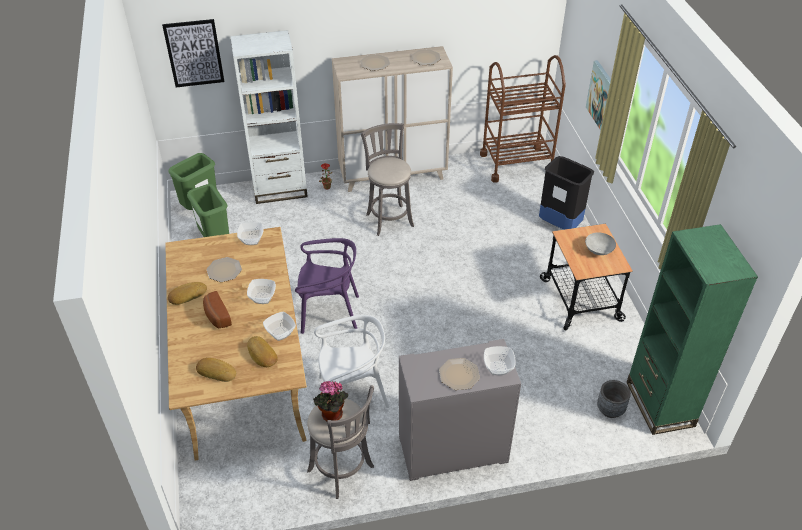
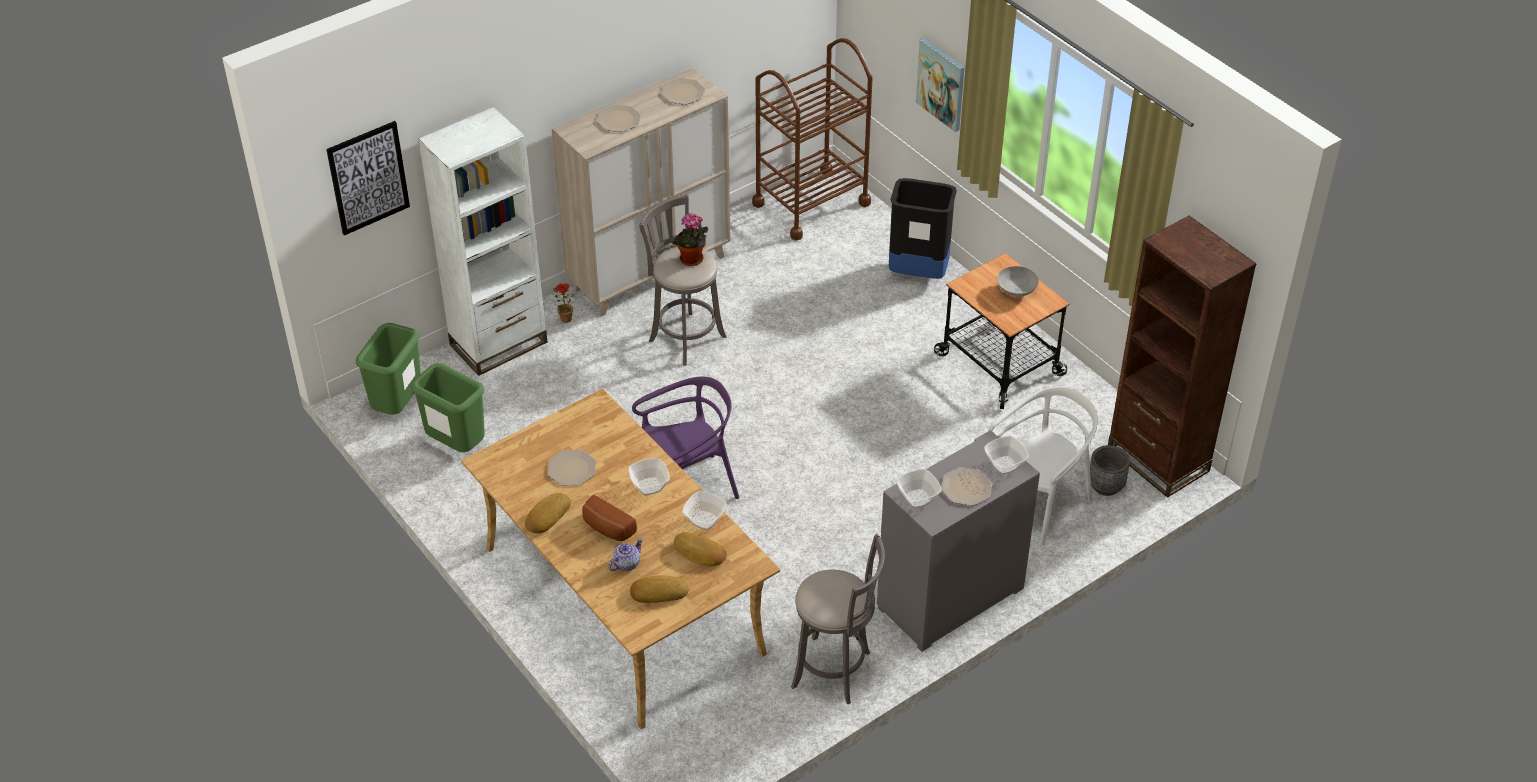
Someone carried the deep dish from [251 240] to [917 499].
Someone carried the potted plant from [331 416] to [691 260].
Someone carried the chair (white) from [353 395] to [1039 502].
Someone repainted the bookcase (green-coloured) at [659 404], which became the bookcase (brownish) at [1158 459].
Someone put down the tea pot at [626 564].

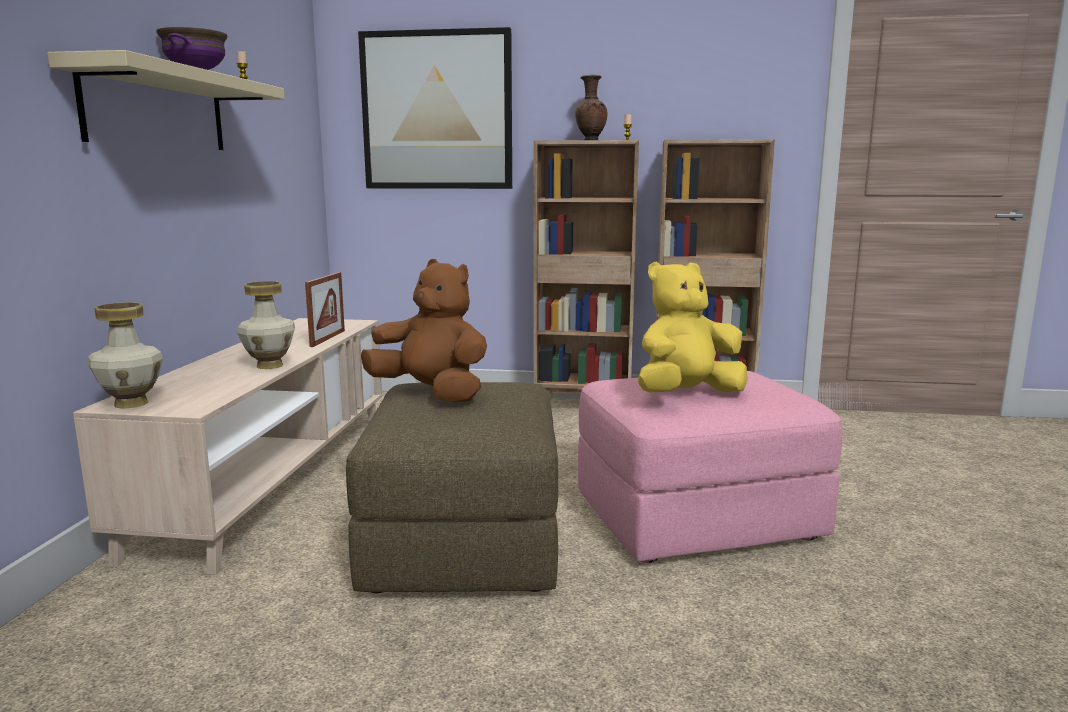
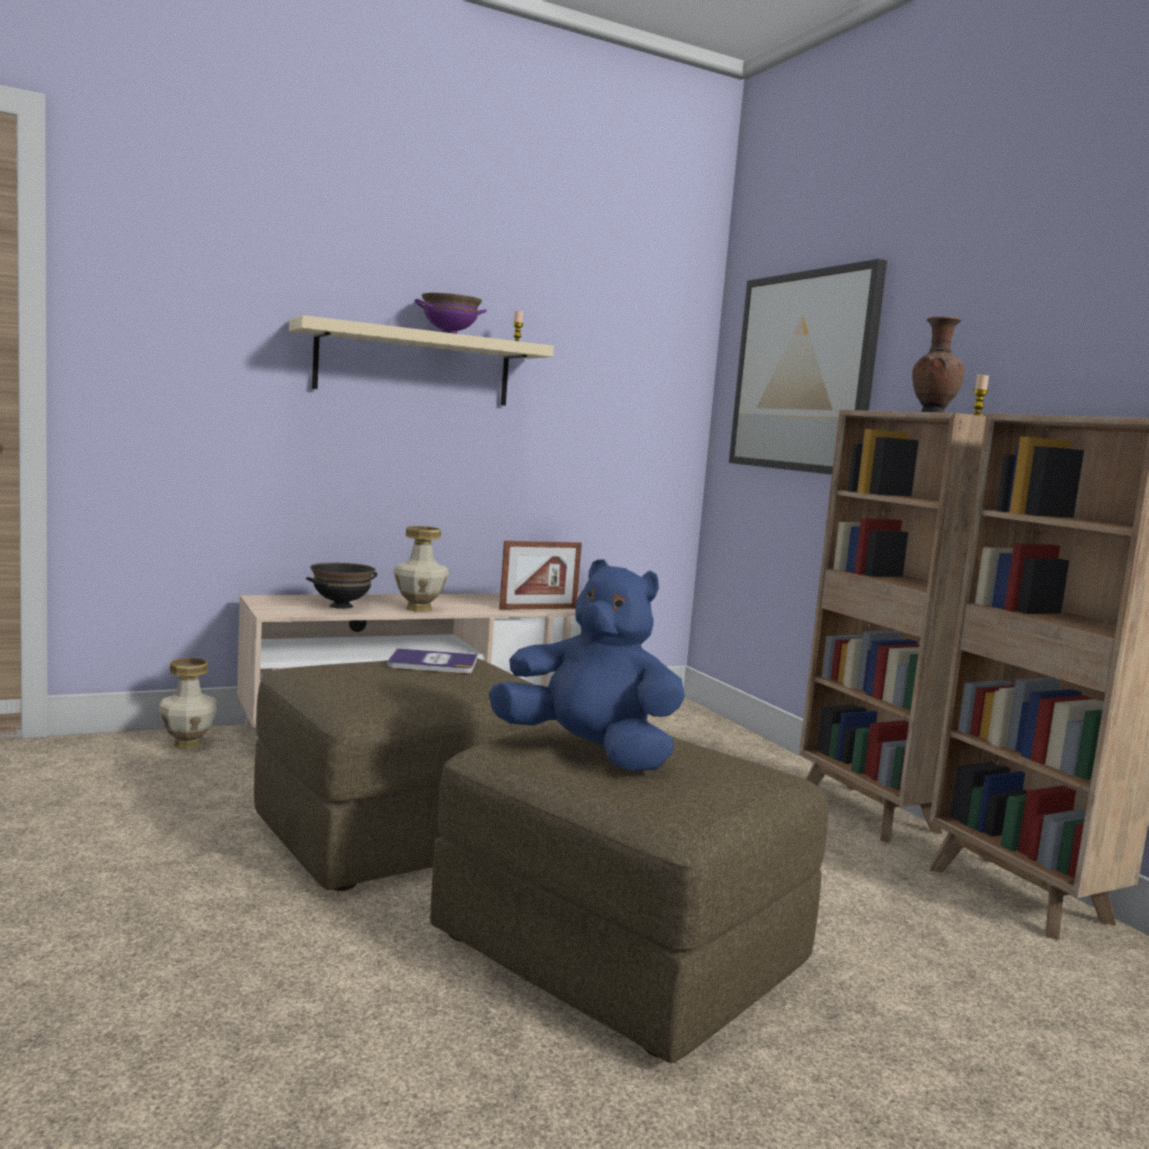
Someone carried the flower vase from [130 404] to [187 744].
Someone swapped the soft toy (brownish) at [431 394] for the bound book at [432 663].
Someone repainted the footrest (pink) at [697 517], which became the footrest (brownish) at [620 952].
Someone repainted the soft toy (yellow) at [686 395], which became the soft toy (bluish) at [589 752].
Someone put down the deep dish (blackish) at [341 606].

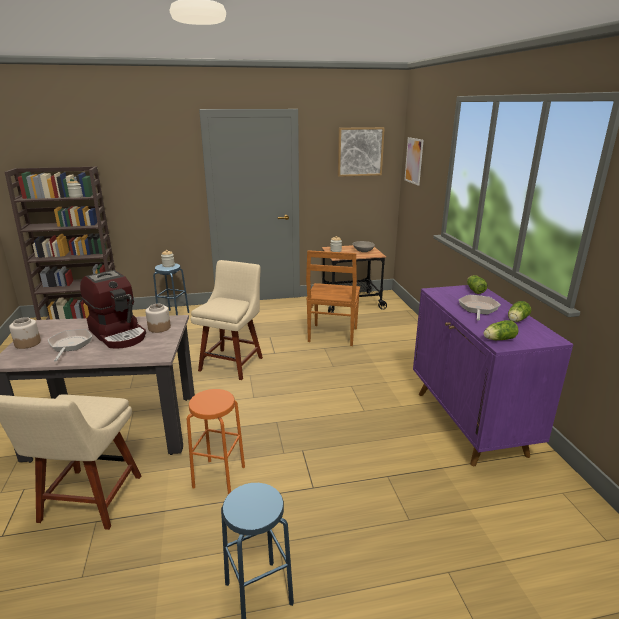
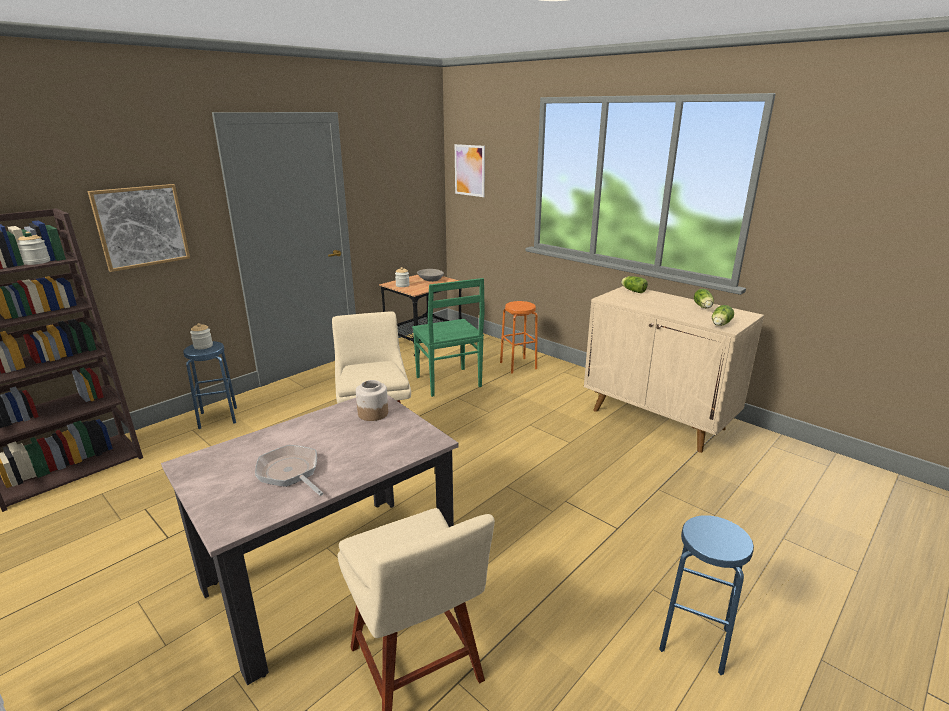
Someone took away the jar at [28 343].
Someone took away the coffee machine at [119 334].
Someone carried the sitting stool (orange-coloured) from [219 476] to [518 365].
Someone repainted the chair (brownish) at [332 336], which became the chair (green-coloured) at [449 382].
Someone carried the wall picture from [360 151] to [141 226].
Someone repainted the cabinet (purplish) at [469 423], which became the cabinet (beige) at [658 419].
Someone took away the frying pan at [478 309].

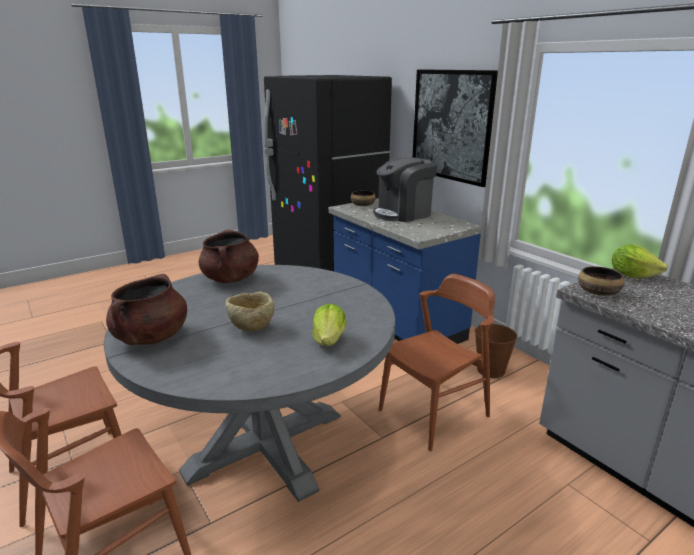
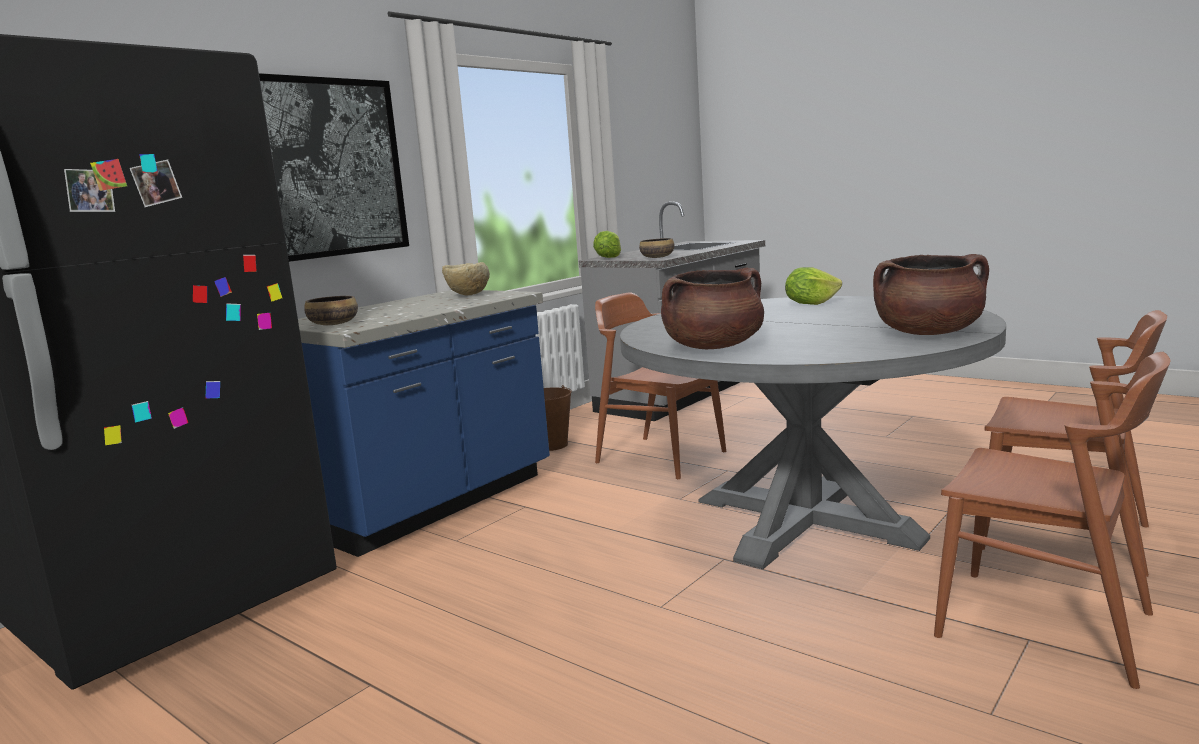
Someone carried the deep dish (beige) from [251 327] to [467 295].
Someone took away the coffee machine at [403 214].

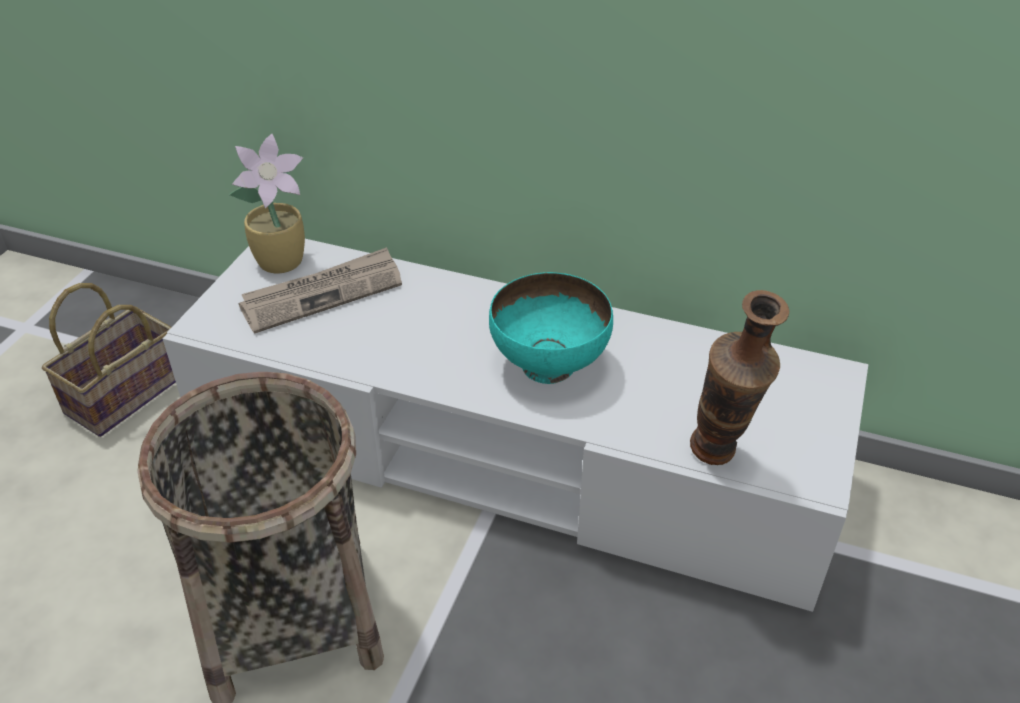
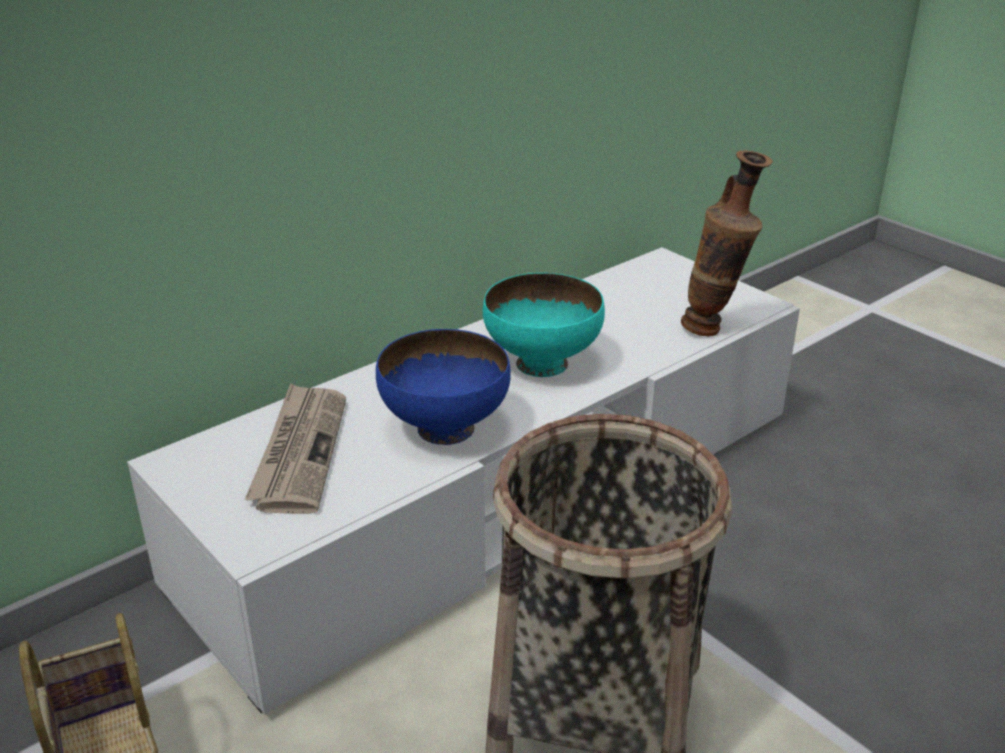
Someone took away the potted plant at [283 261].
Someone put down the deep dish (bluish) at [444 429].

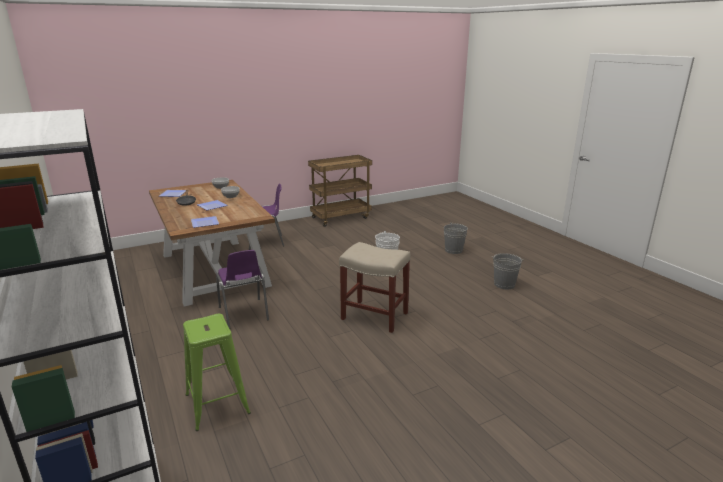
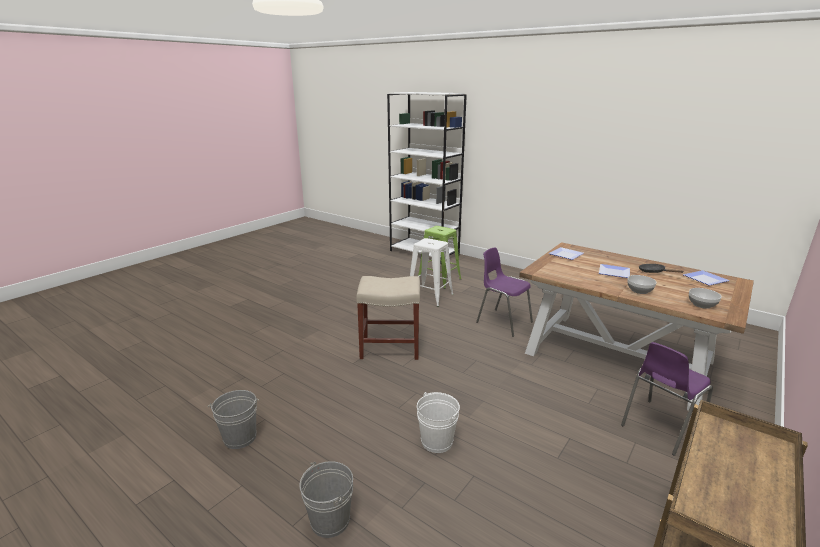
Someone put down the sitting stool (white) at [429 296].

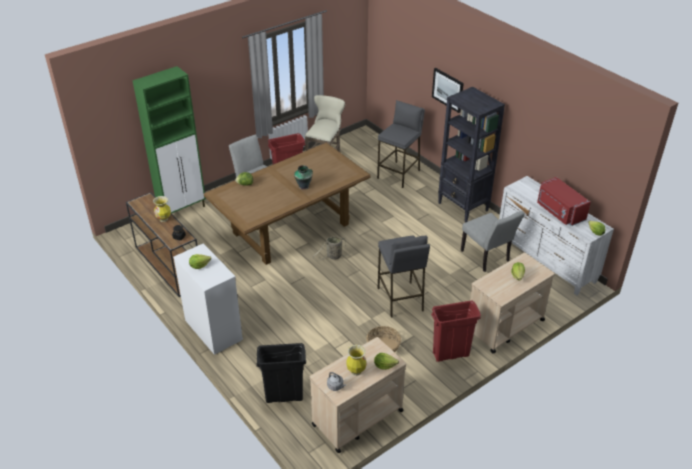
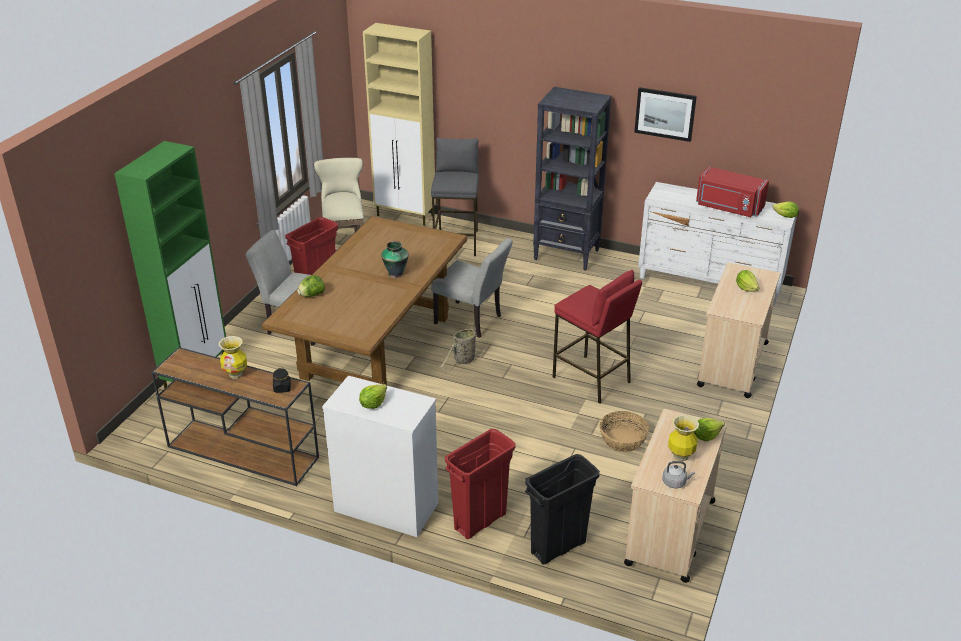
Someone repainted the sitting stool (greyish) at [400 299], which became the sitting stool (reddish) at [591 379].
Someone carried the rubbish bin (reddish) from [451 354] to [480 521].
Someone carried the wall picture from [448 89] to [665 114].
Someone carried the chair (greyish) from [487 258] to [472 321].
Someone put down the cabinet (beige) at [406 216].

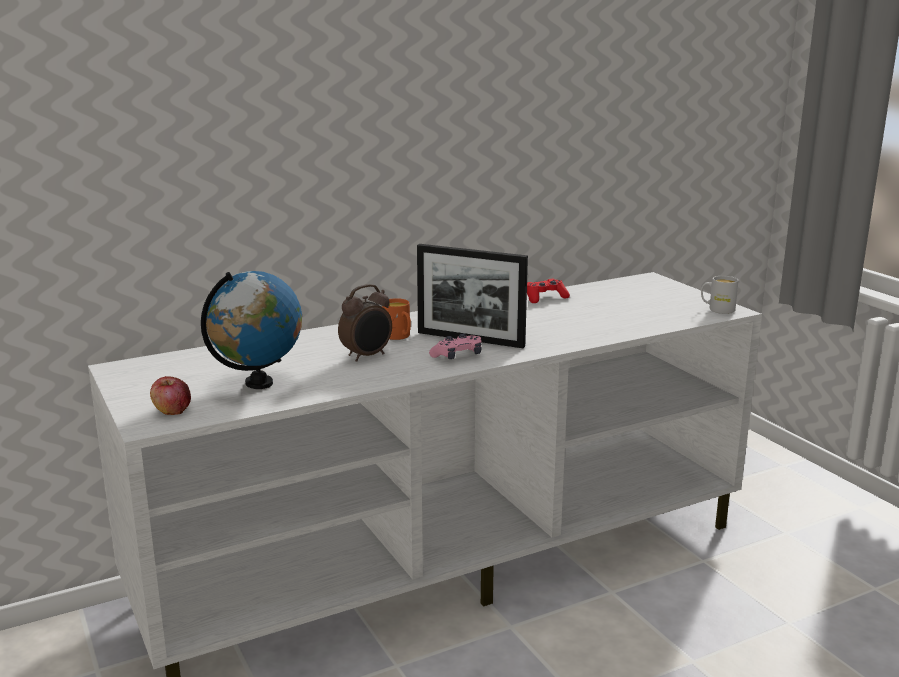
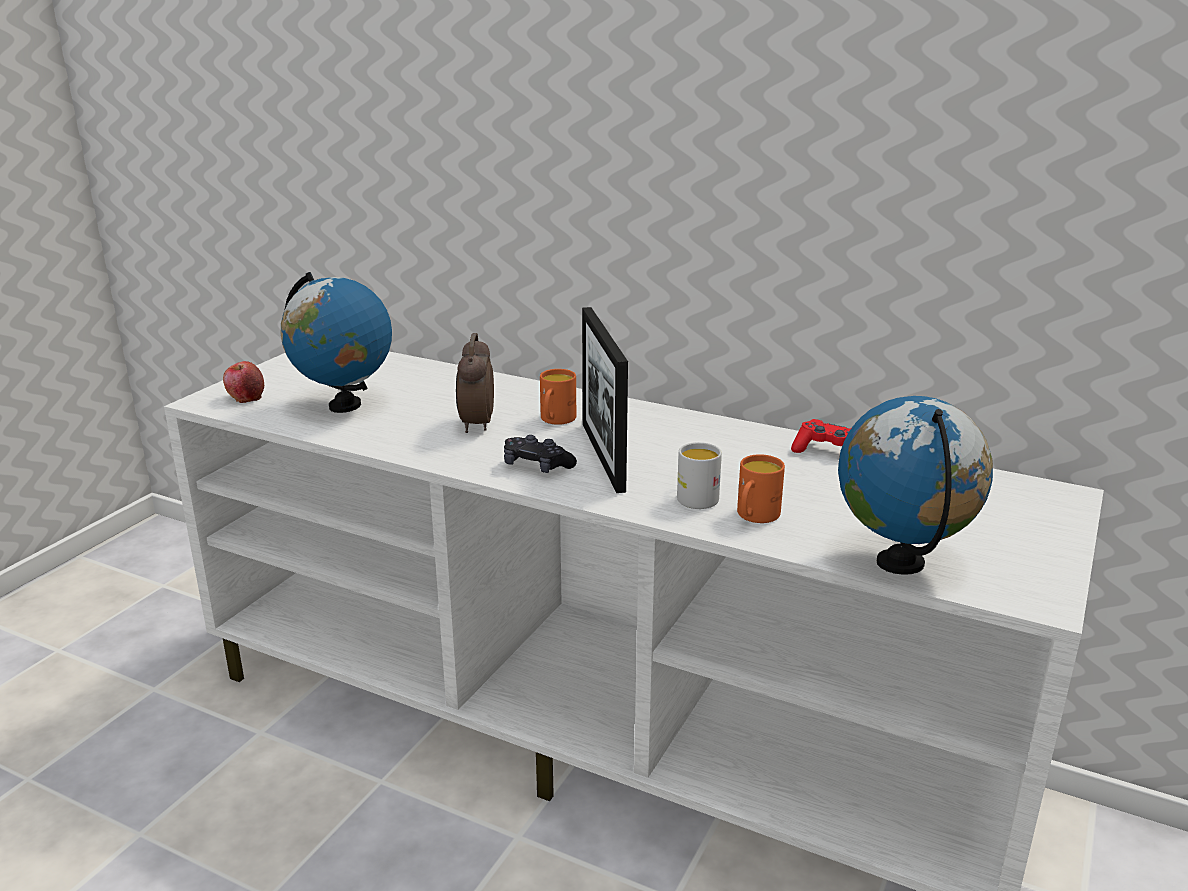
Someone rotated the alarm clock at [367 356] by 75 degrees clockwise.
Someone repainted the joypad (pink) at [457 356], which became the joypad (blackish) at [537 466].
Someone carried the coffee mug (white) from [717 309] to [695 496].
Someone put down the coffee mug (orange-coloured) at [755 517].
Someone put down the world globe at [901 563].

